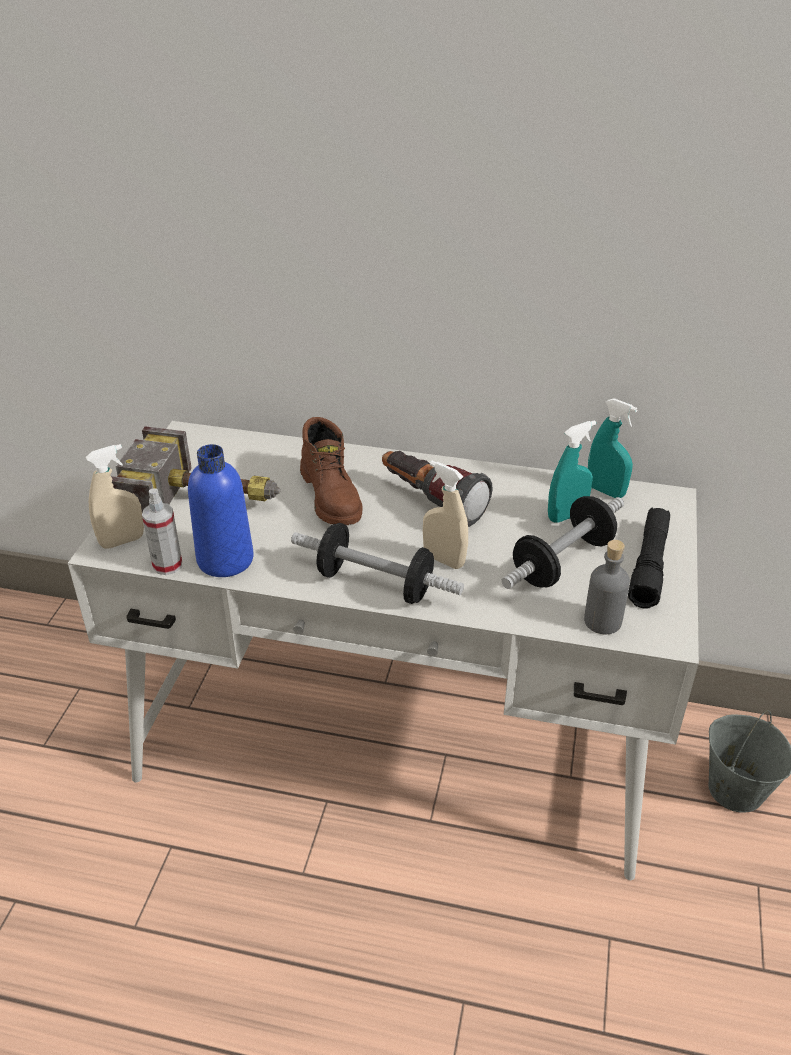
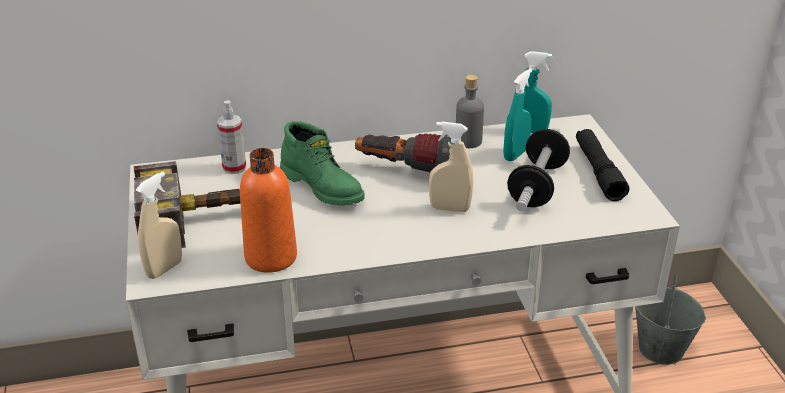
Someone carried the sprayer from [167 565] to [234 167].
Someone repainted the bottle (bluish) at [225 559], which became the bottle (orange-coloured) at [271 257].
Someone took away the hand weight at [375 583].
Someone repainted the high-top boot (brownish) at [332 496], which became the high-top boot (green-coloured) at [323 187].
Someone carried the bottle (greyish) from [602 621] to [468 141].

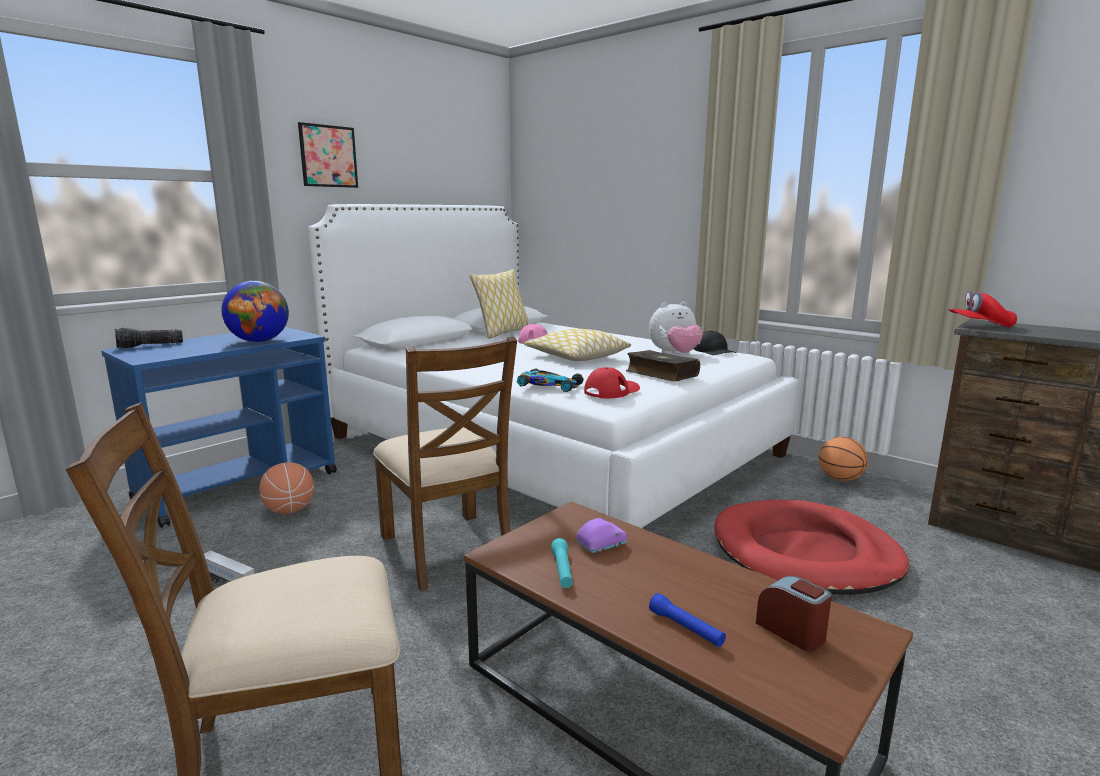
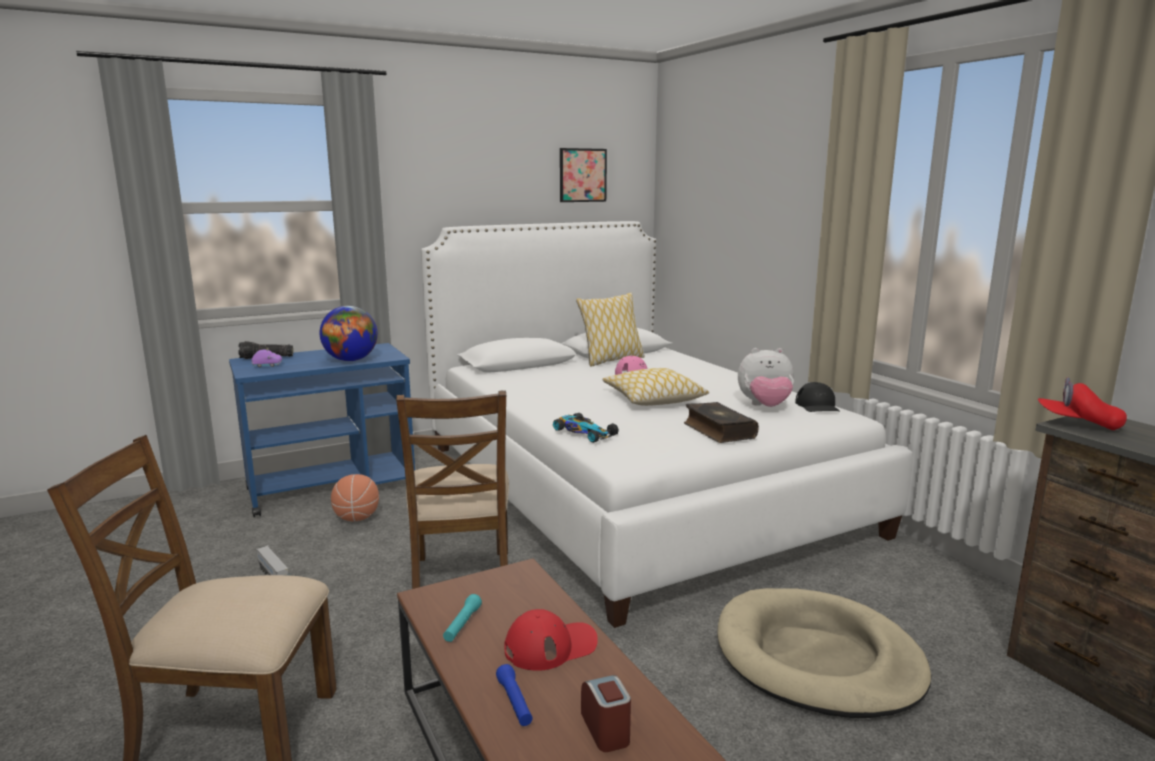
Someone carried the wall picture from [328 156] to [582 175].
Someone carried the miniature car (purplish) from [601 544] to [267 365].
Someone carried the cap (reddish) from [611 391] to [551 646].
Someone repainted the pet bed (reddish) at [805 553], which became the pet bed (beige) at [817 658].
Someone took away the basketball ball at [840 479].

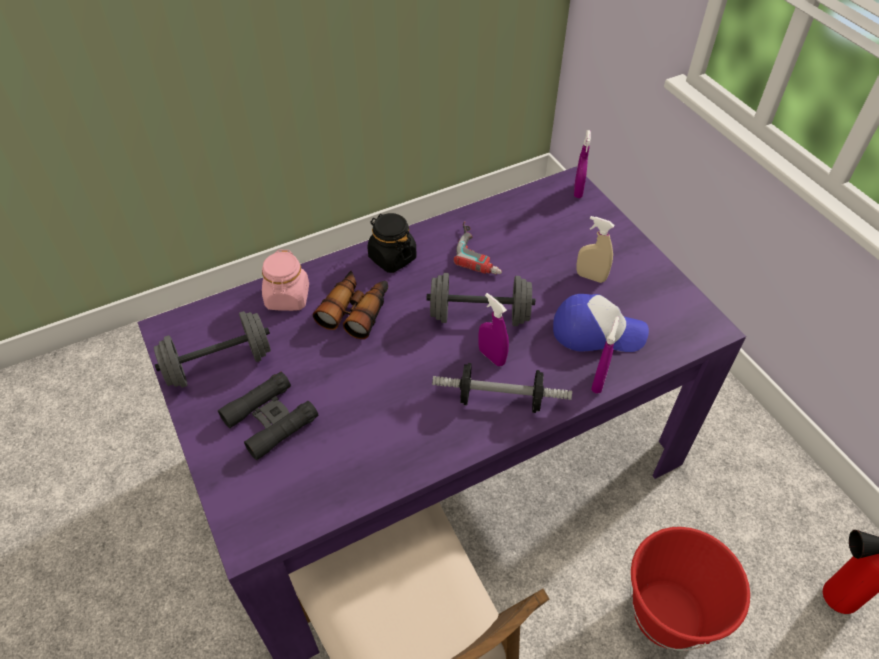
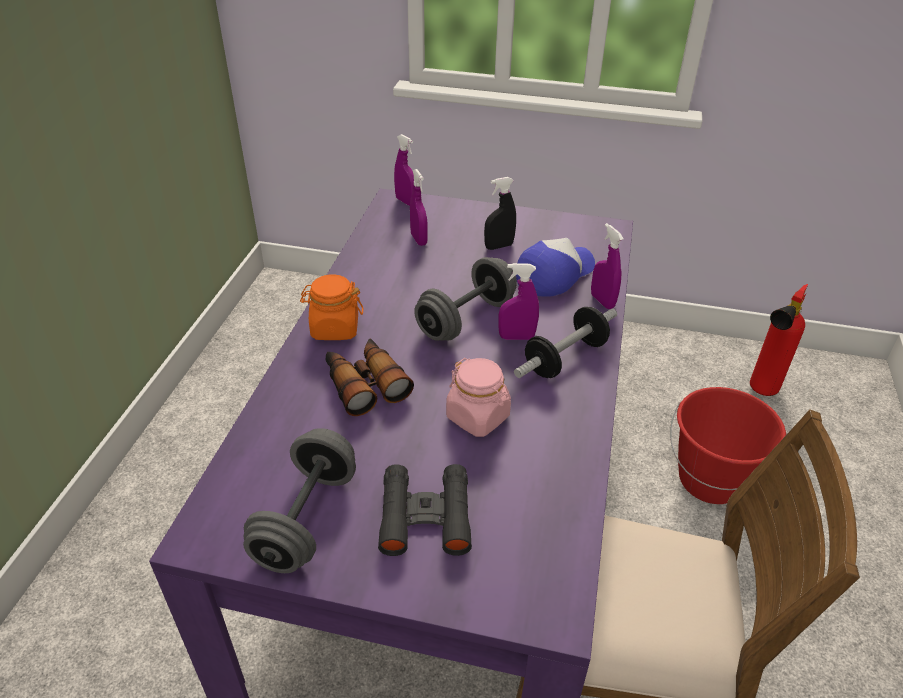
Someone carried the jar (pink) from [288 297] to [478 417].
Someone repainted the jar (blackish) at [392 257], which became the jar (orange-coloured) at [334 328].
Someone took away the power drill at [481 252].
Someone repainted the sprayer (beige) at [590 277], which became the sprayer (blackish) at [499 246].
Someone put down the sprayer (purplish) at [418 239].

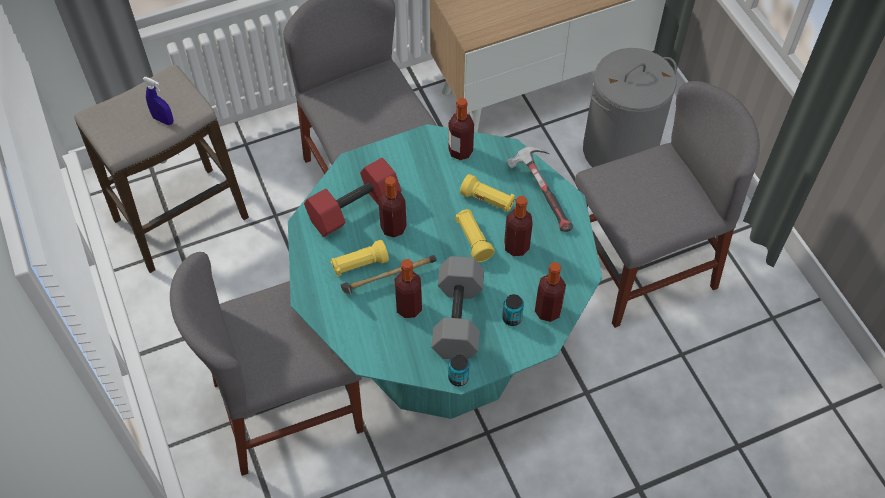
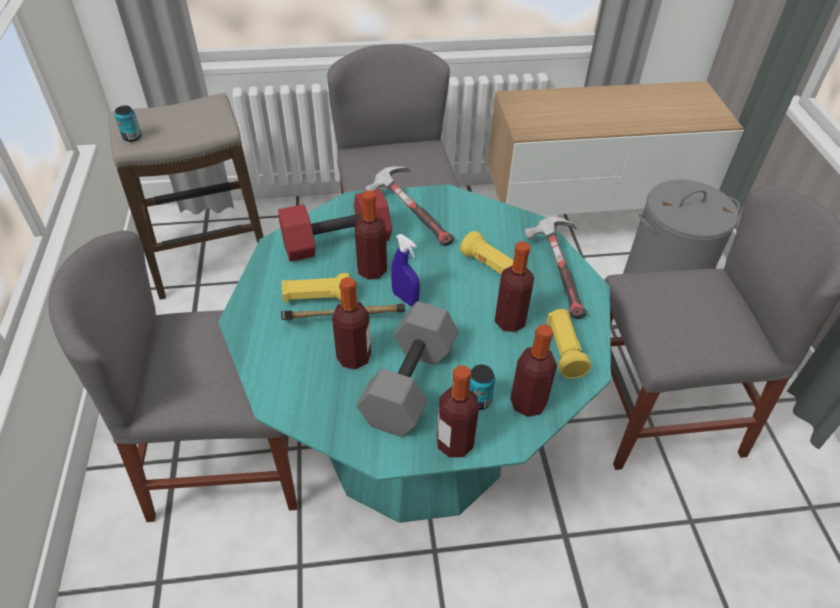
Someone carried the sprayer (bluish) from [163 120] to [405 298].
Someone carried the bottle from [460 151] to [454 443].
Someone carried the can from [458 378] to [132 137].
Someone carried the torch (yellow) from [473 240] to [564 350].
Someone put down the hand hammer at [411 215].

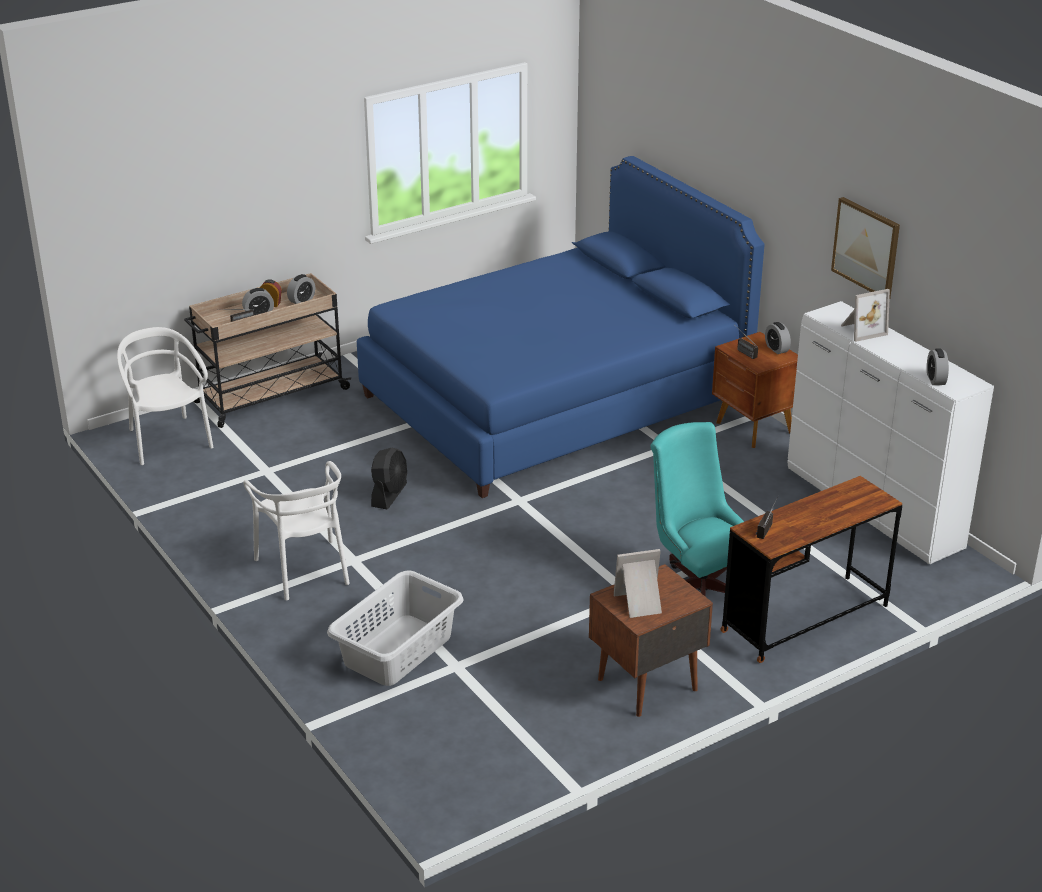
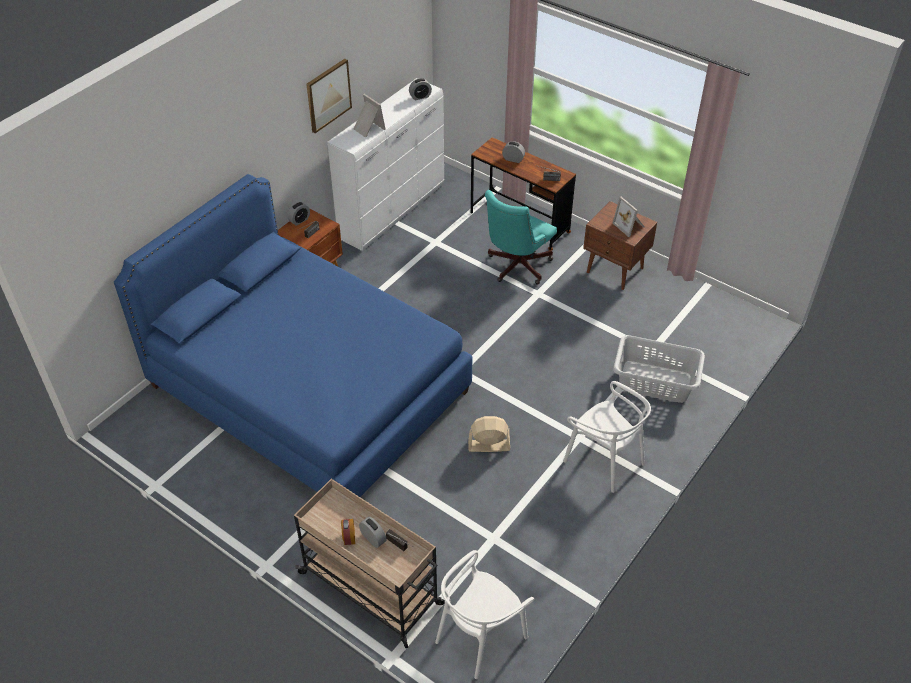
Someone rotated the chair (white) at [304 570] by 90 degrees clockwise.
Someone carried the alarm clock from [302 300] to [513 159].
Someone repainted the electric fan (blackish) at [389 495], which became the electric fan (beige) at [489 445].

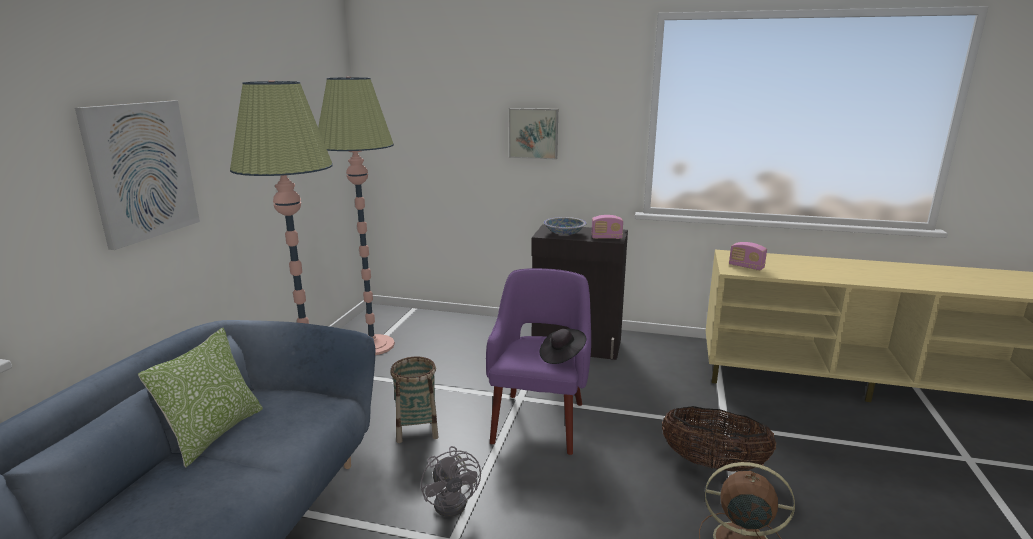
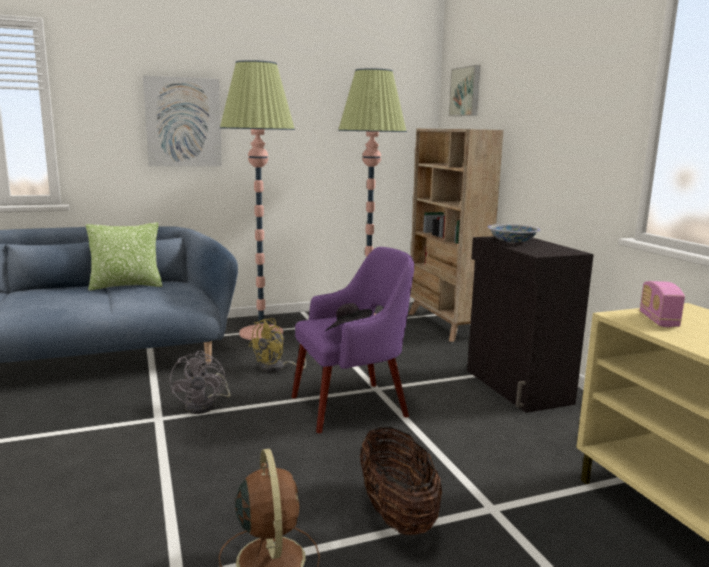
Someone swapped the storage basket at [417 429] for the electric fan (yellow) at [278 367].
Someone rotated the electric fan (greyish) at [454 501] by 45 degrees counterclockwise.
Someone carried the wall picture from [533 133] to [466 91].
Someone took away the radio receiver at [606 238].
Someone put down the bookcase (beige) at [445 325].

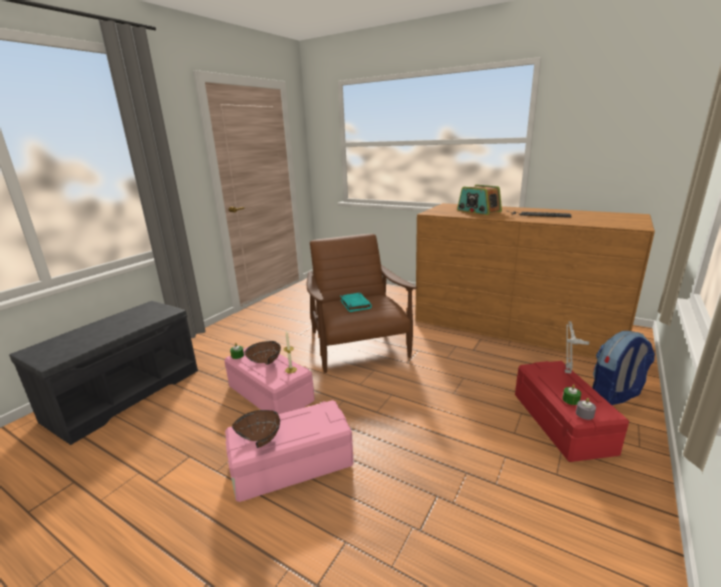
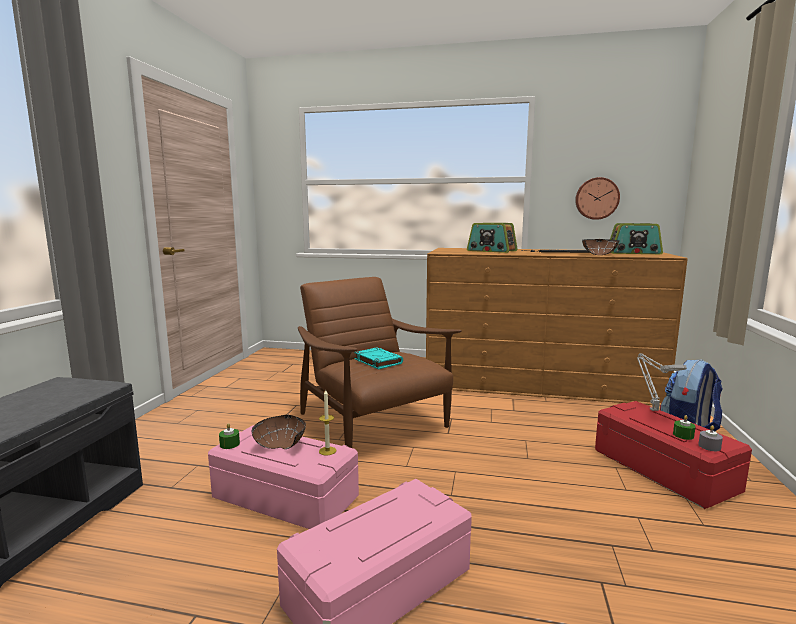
Someone carried the deep dish (brownish) from [262 438] to [598 255].
Someone put up the wall clock at [596 198].
Someone put down the radio receiver at [633 253].

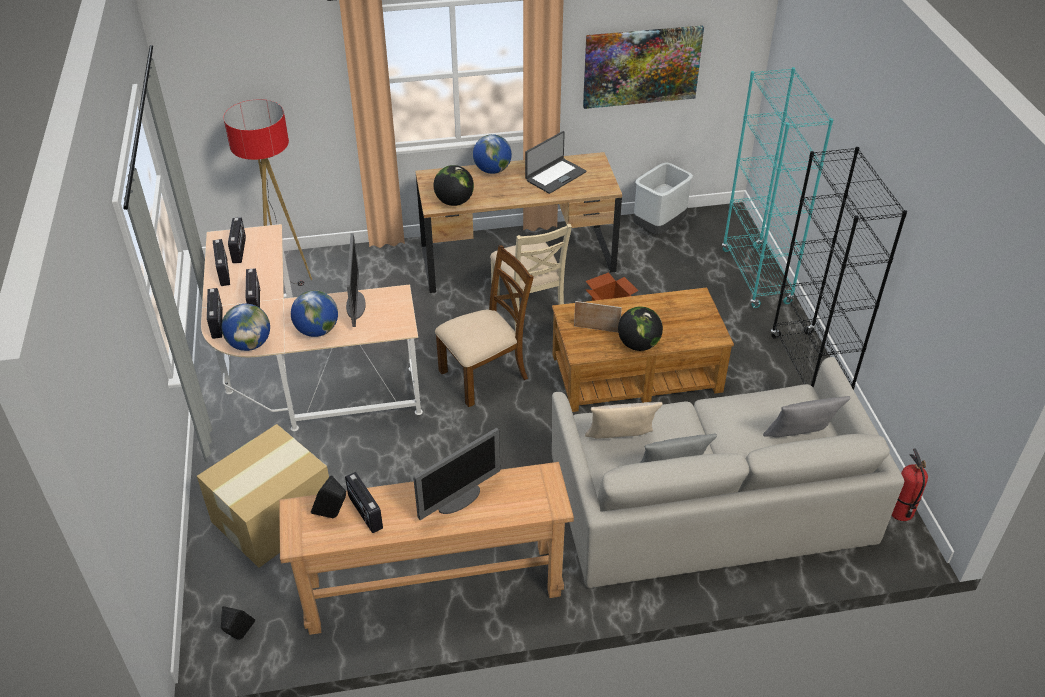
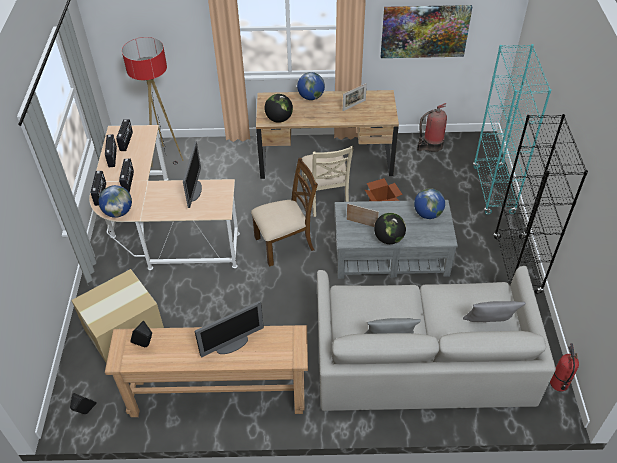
Someone carried the world globe from [317 330] to [427 214].
Someone took away the radio receiver at [365 513].
Someone swapped the portable computer at [555 176] for the photo frame at [354 105].
Someone repainted the coffee table (brownish) at [635 372], which became the coffee table (greyish) at [390 254].
Someone took away the throw pillow (beige) at [620 441].
Someone swapped the rubbish bin (greyish) at [659 228] for the fire-fighting cylinder at [431 146].

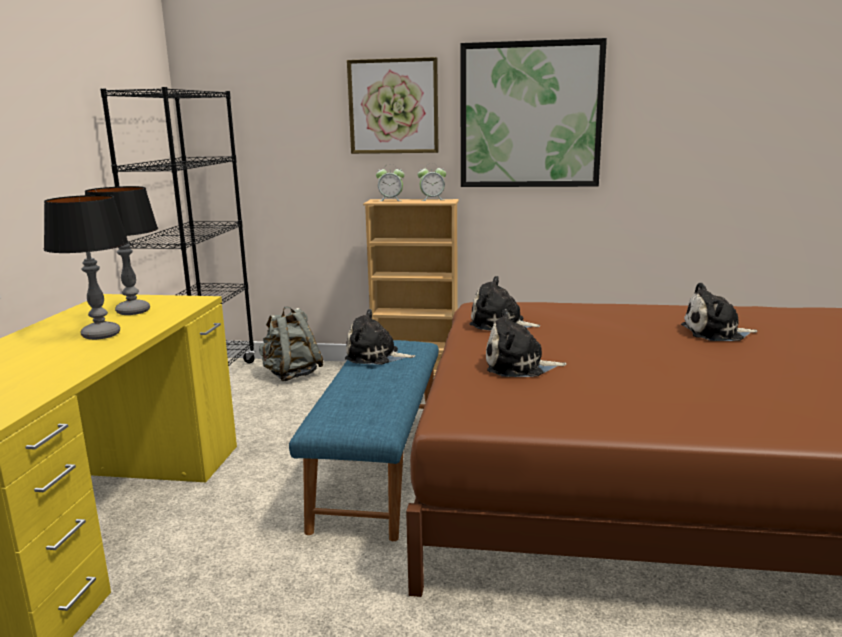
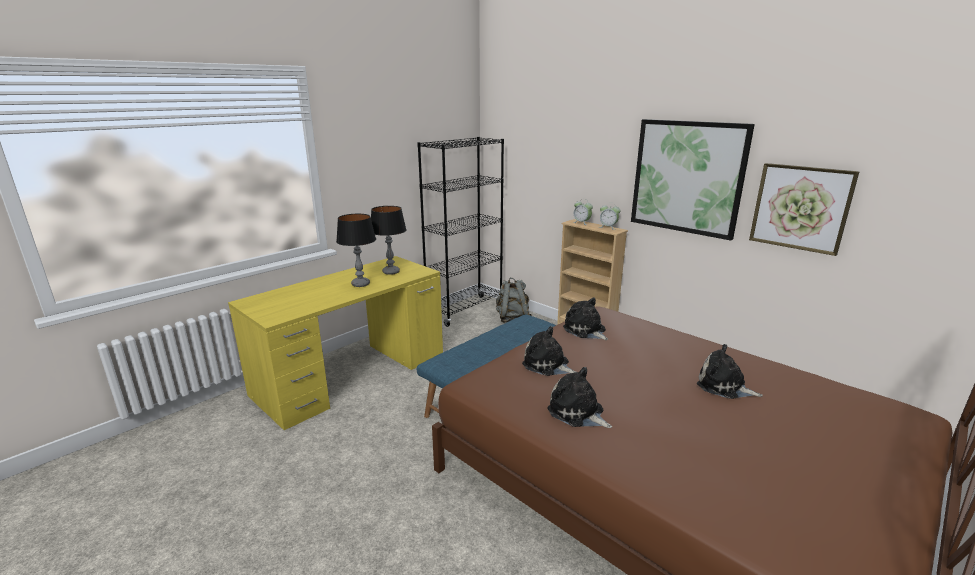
Someone carried the soft toy from [375 356] to [578 412].
Someone carried the wall picture from [393 106] to [800 208].

